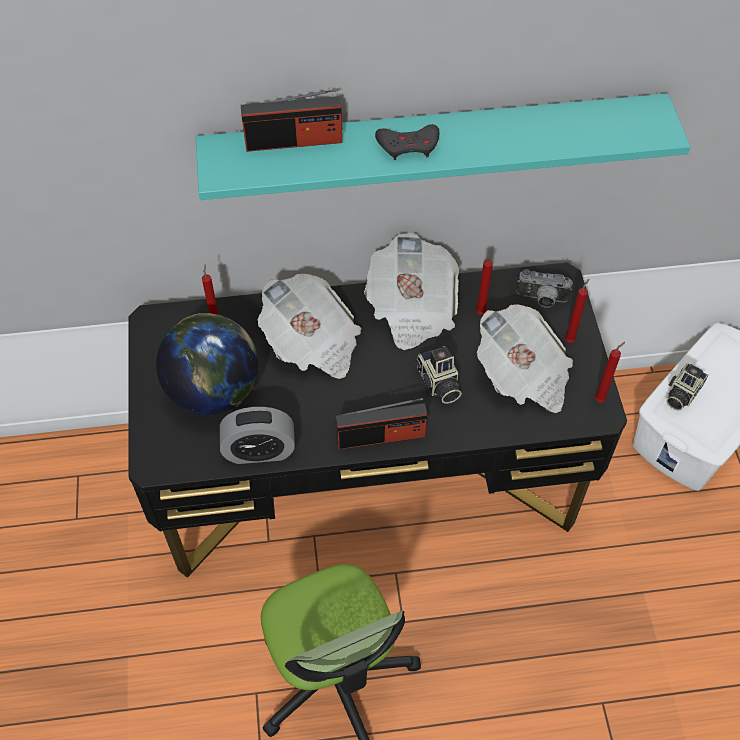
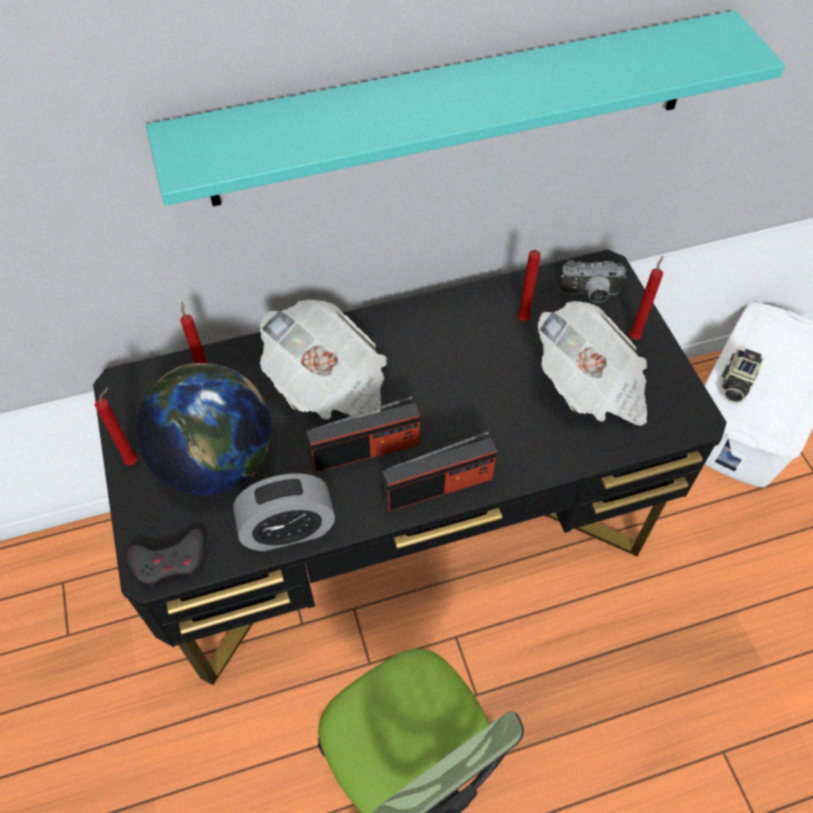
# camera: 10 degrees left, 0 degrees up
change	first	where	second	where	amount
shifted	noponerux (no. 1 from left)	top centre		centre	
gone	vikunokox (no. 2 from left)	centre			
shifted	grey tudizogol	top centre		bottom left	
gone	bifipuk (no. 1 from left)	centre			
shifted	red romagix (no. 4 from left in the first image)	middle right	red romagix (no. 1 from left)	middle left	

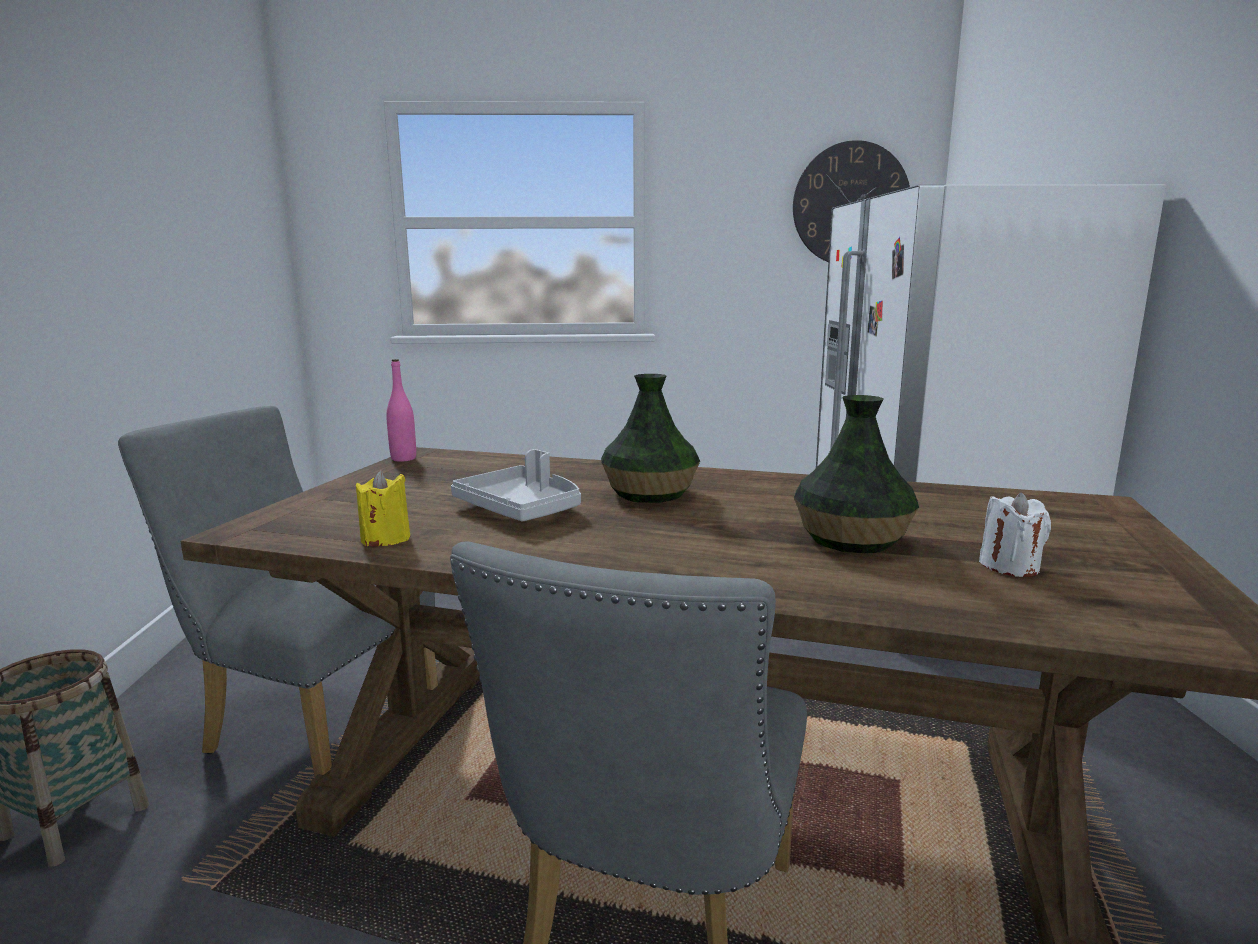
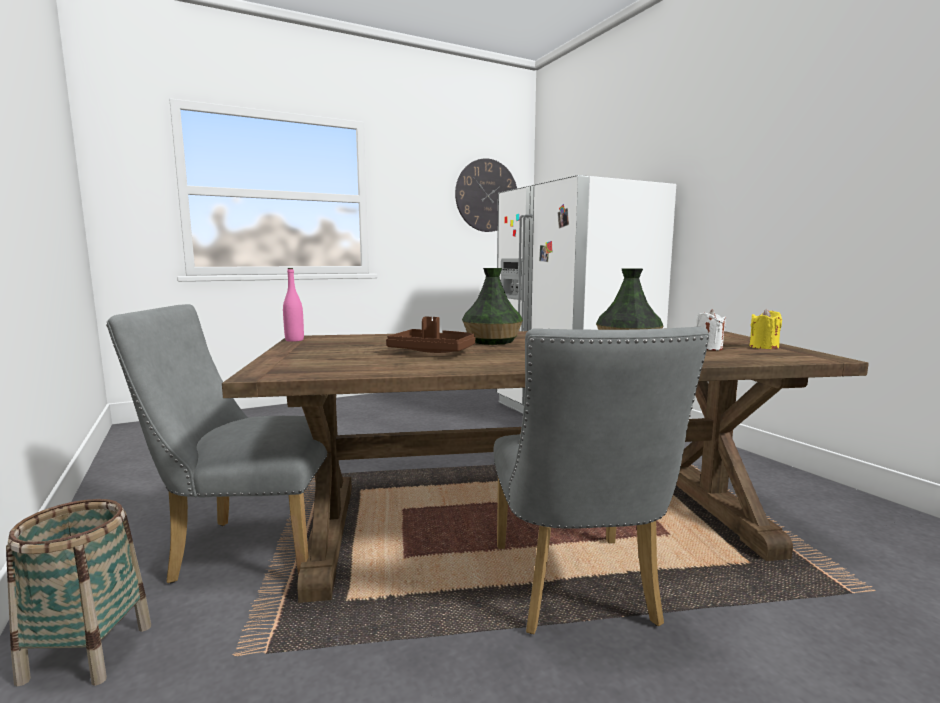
# camera: 25 degrees left, 5 degrees down
change	first	where	second	where	amount
shifted	yellow romagix	middle left		middle right	
repainted	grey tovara	centre	brown tovara	centre	

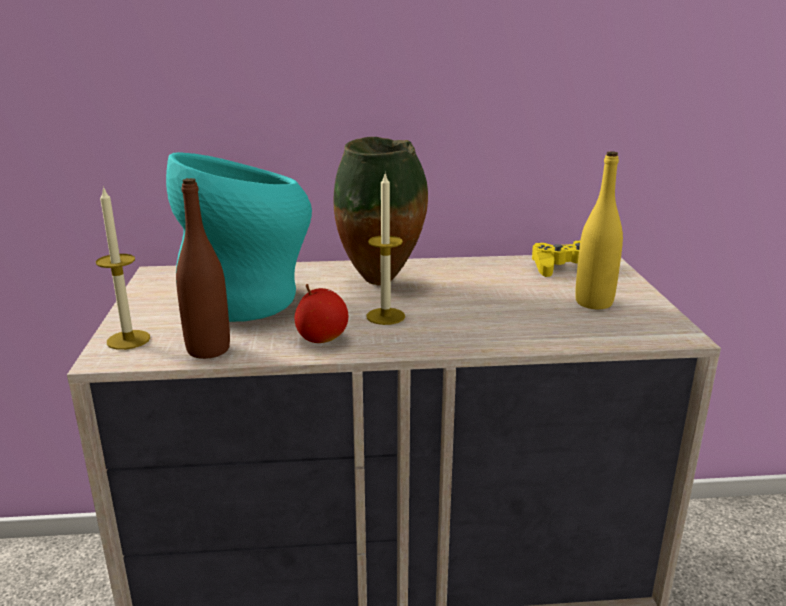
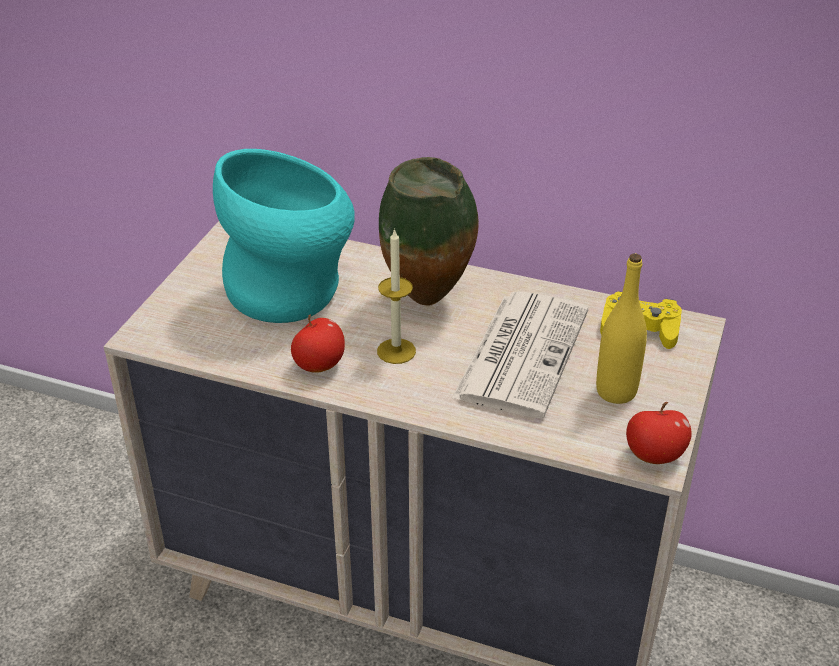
# camera: 25 degrees right, 15 degrees up
change	first	where	second	where	amount
gone	romagix (no. 1 from left)	middle left			
gone	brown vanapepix	middle left			
new			vikunokox	centre	
new			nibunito (no. 2 from left)	middle right	

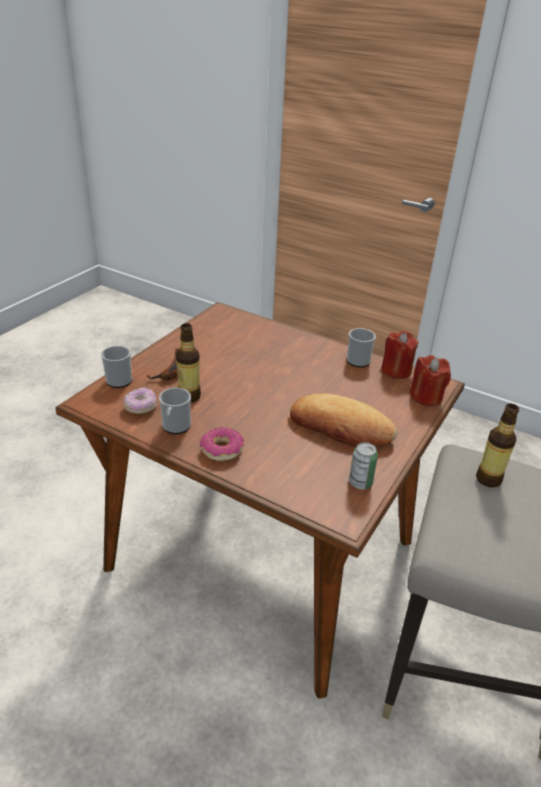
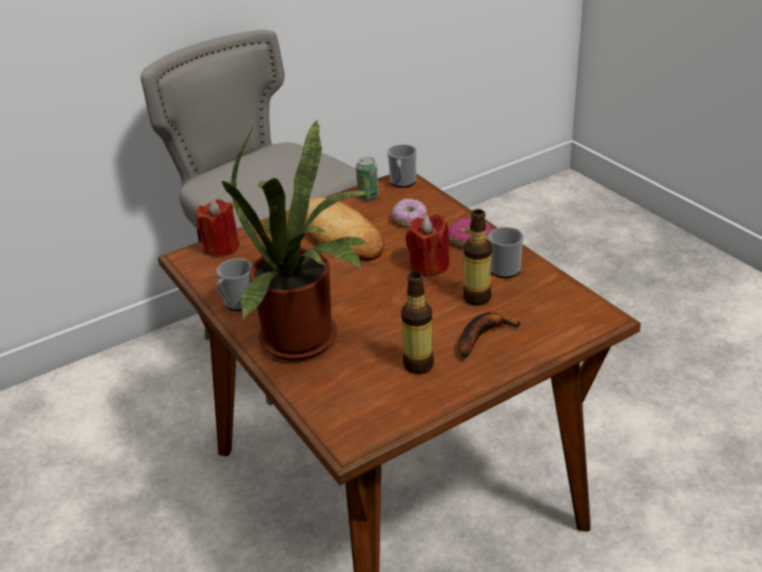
# camera: 150 degrees left, 0 degrees up
change	first	where	second	where	amount
shifted	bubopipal (no. 1 from left in the first image)	middle left	bubopipal (no. 2 from left)	top centre	
shifted	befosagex (no. 1 from left)	middle left		centre	
shifted	red romagix (no. 1 from left in the first image)	middle right	red romagix (no. 2 from left)	centre	
shifted	vanapepix (no. 2 from left in the first image)	middle right	vanapepix (no. 1 from left)	centre	
new			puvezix	centre	

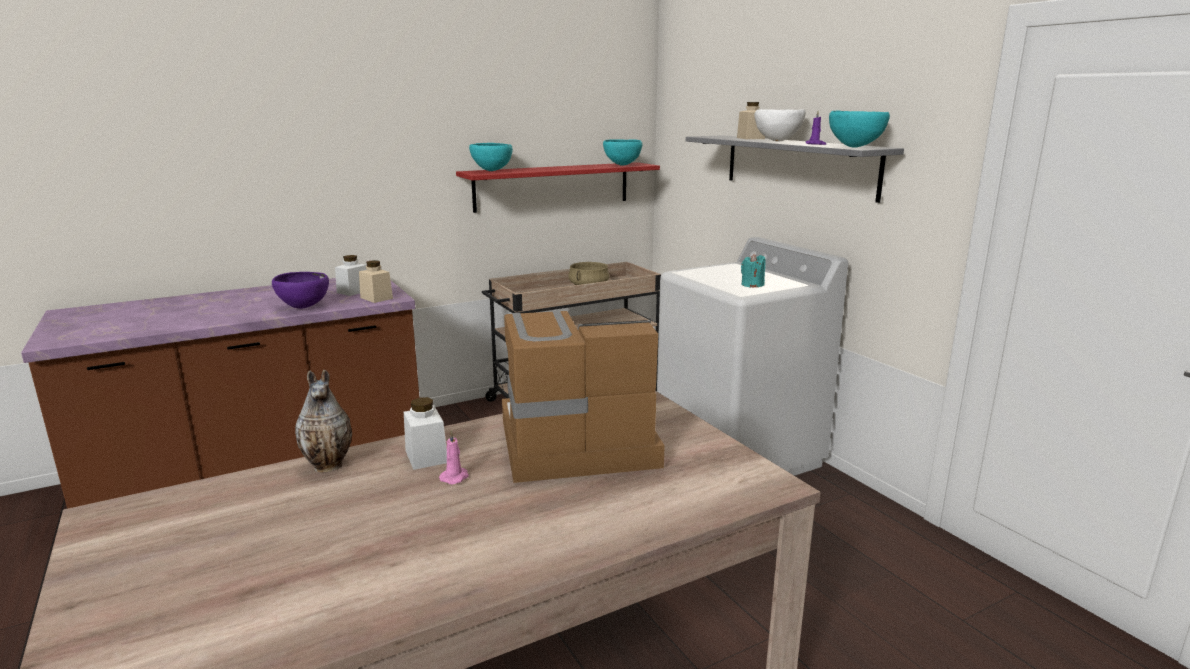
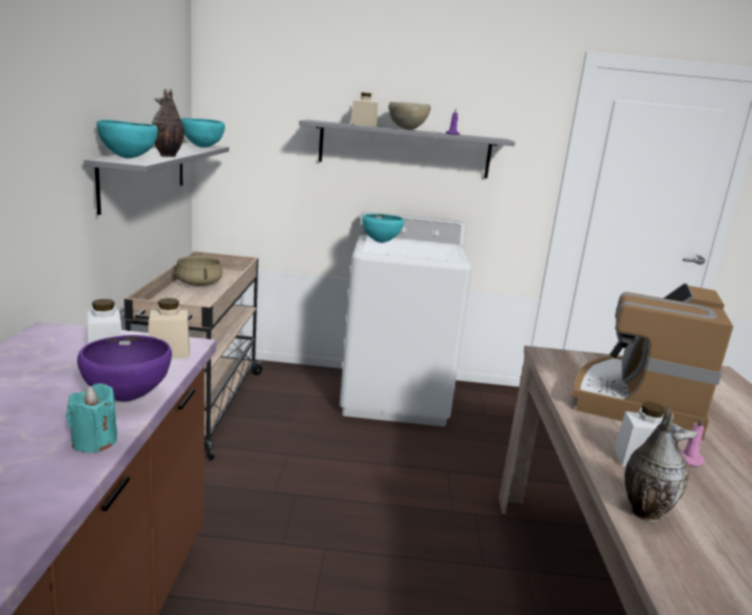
# camera: 60 degrees left, 0 degrees up
change	first	where	second	where	amount
repainted	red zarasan	top centre	grey zarasan (no. 1 from left)	top left	
shifted	turquoise romagix	centre		bottom left	
repainted	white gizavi	top centre	brown gizavi	top centre	
shifted	turquoise gizavi (no. 3 from left)	top right		centre	
new			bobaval (no. 1 from left)	top left	

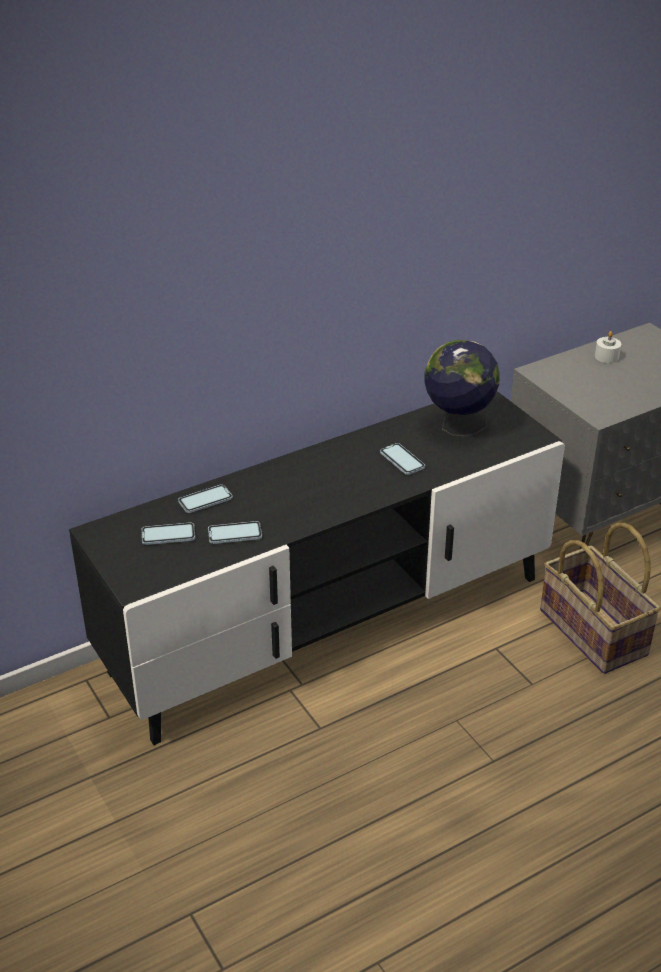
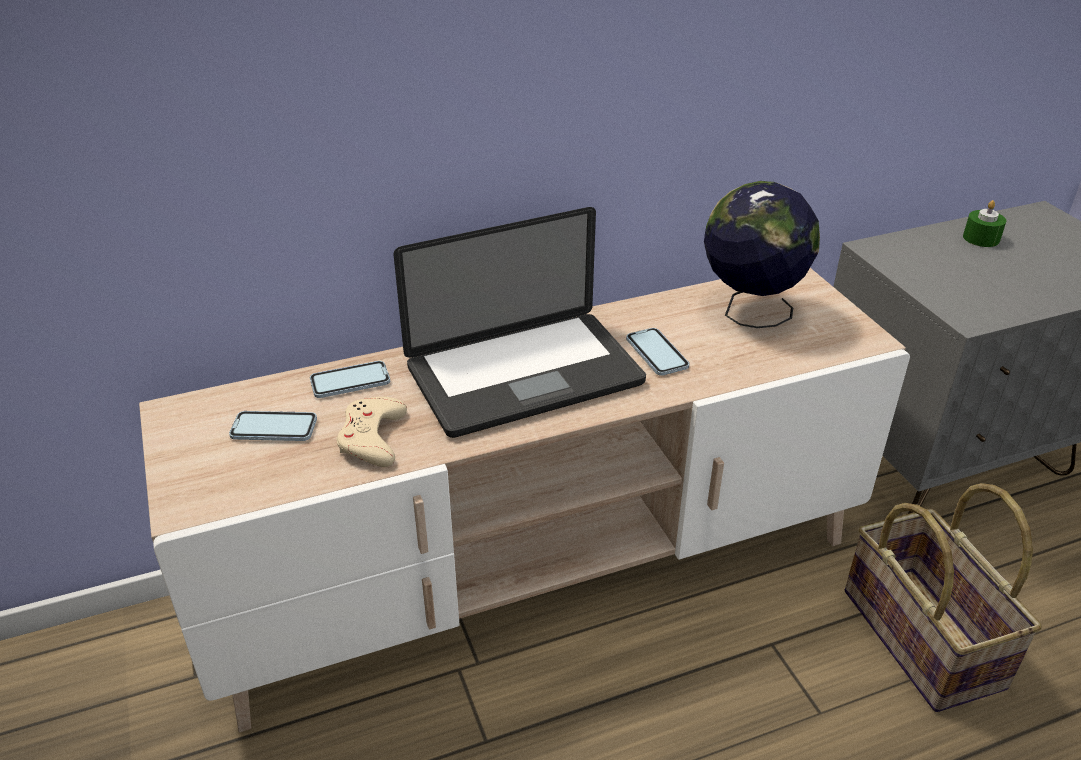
# camera: 10 degrees right, 0 degrees up
change	first	where	second	where	amount
repainted	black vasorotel	centre	beige vasorotel	centre	
swapped	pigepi (no. 3 from left)	centre	beige tudizogol	centre	
repainted	white romagix	middle right	green romagix	top right	
new			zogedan	centre	

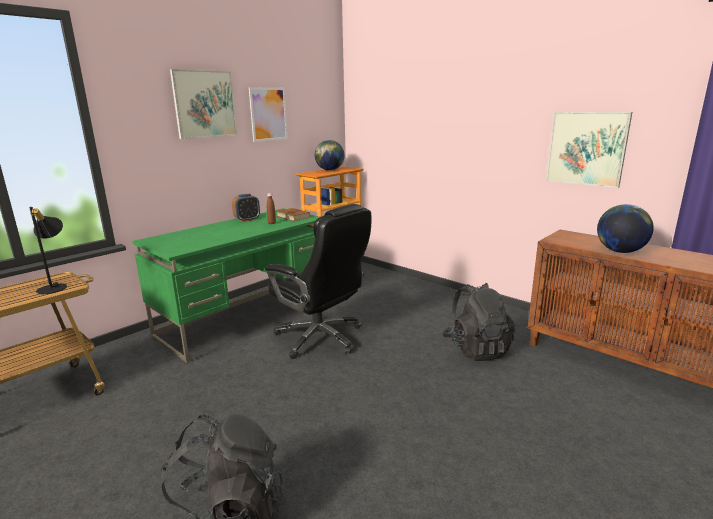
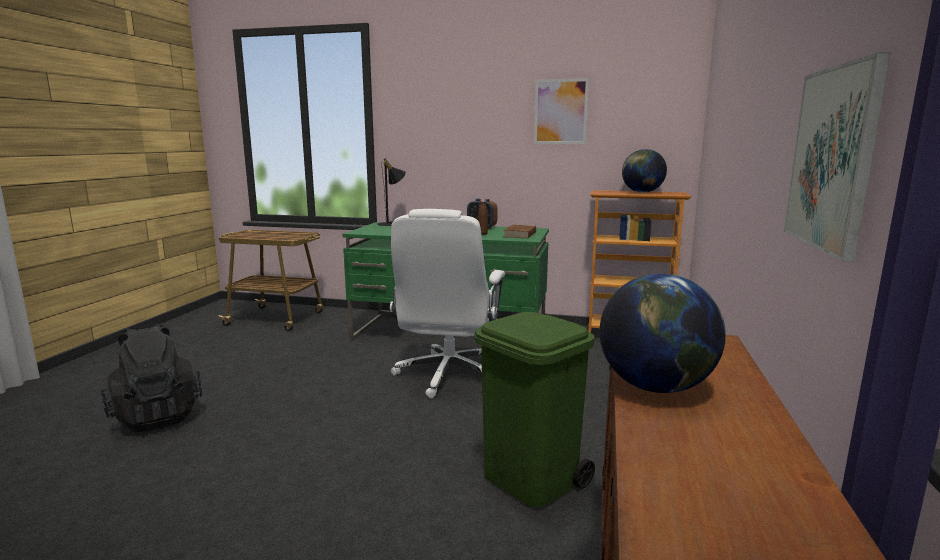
# camera: 60 degrees right, 5 degrees down
change	first	where	second	where	amount
shifted	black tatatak	middle left		centre	
gone	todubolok (no. 1 from left)	top left			
repainted	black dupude	centre	white dupude	centre	
swapped	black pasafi (no. 2 from left)	middle right	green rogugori	bottom centre	

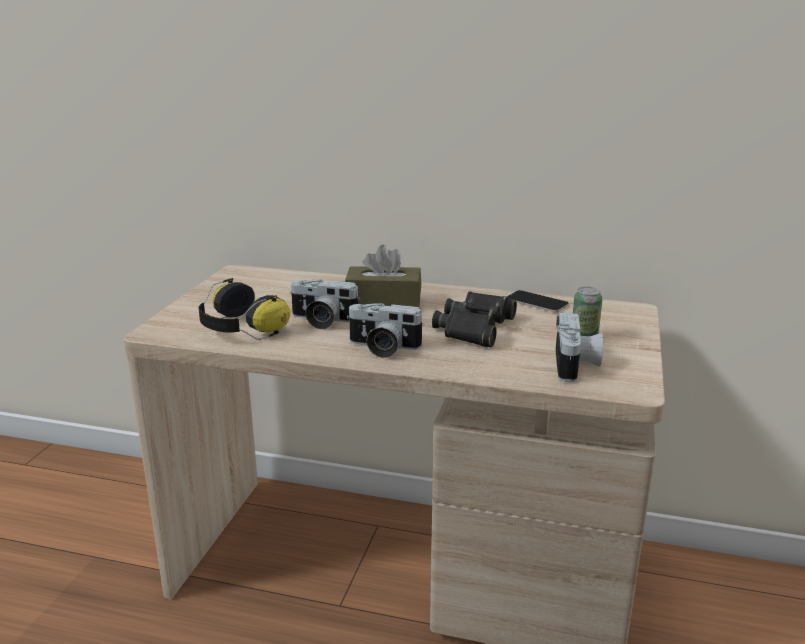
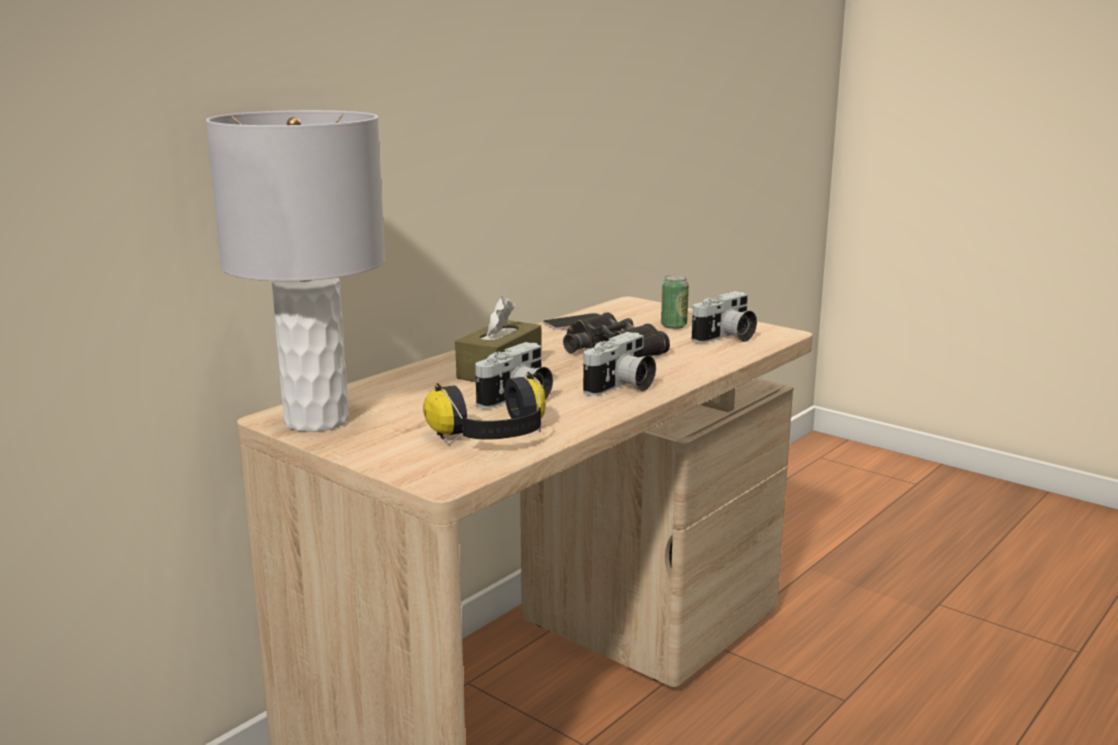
# camera: 65 degrees left, 5 degrees down
change	first	where	second	where	amount
rotated	bifipuk (no. 3 from left)	middle right		centre	105 degrees clockwise
new			grey tatatak	middle left	

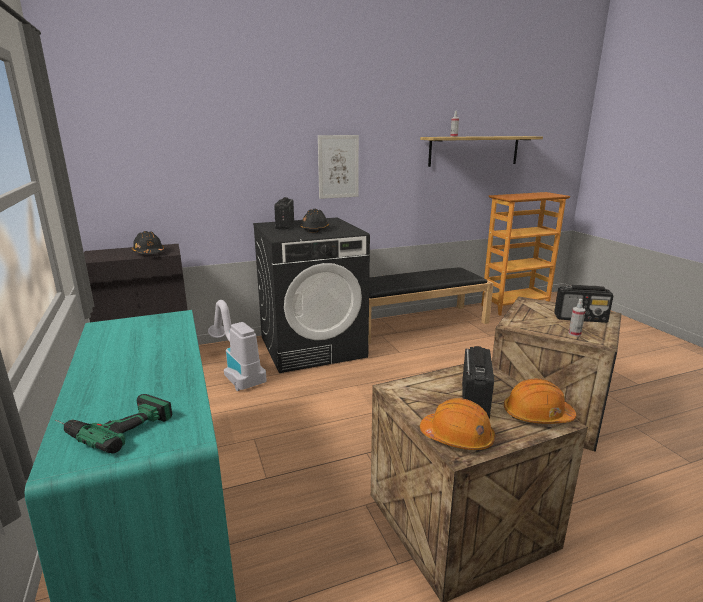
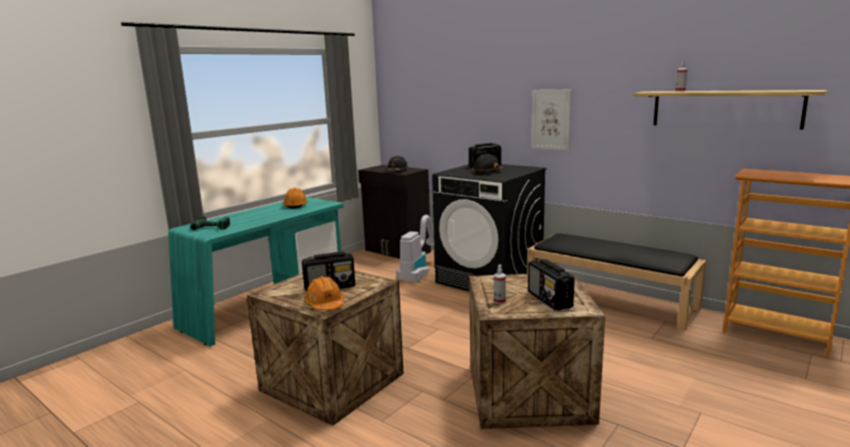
# camera: 60 degrees right, 5 degrees down
change	first	where	second	where	amount
shifted	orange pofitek (no. 1 from left)	bottom centre		centre	

